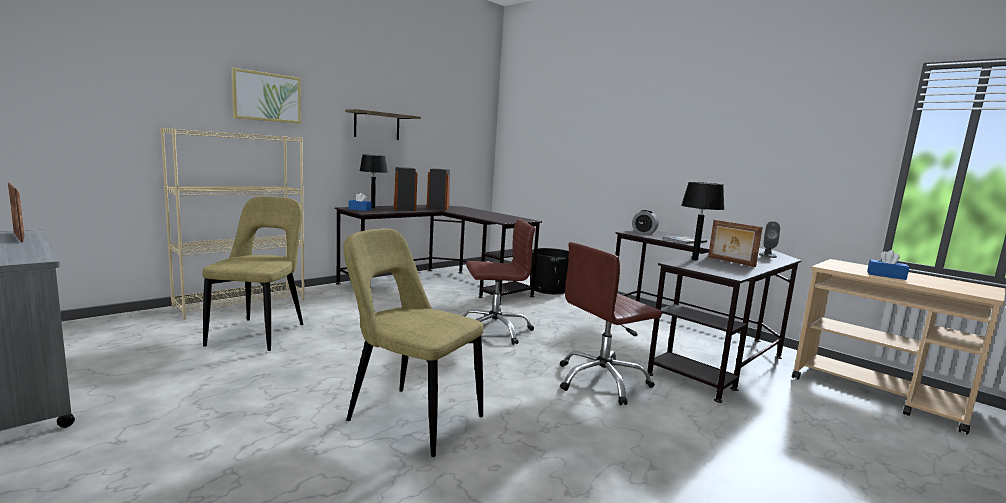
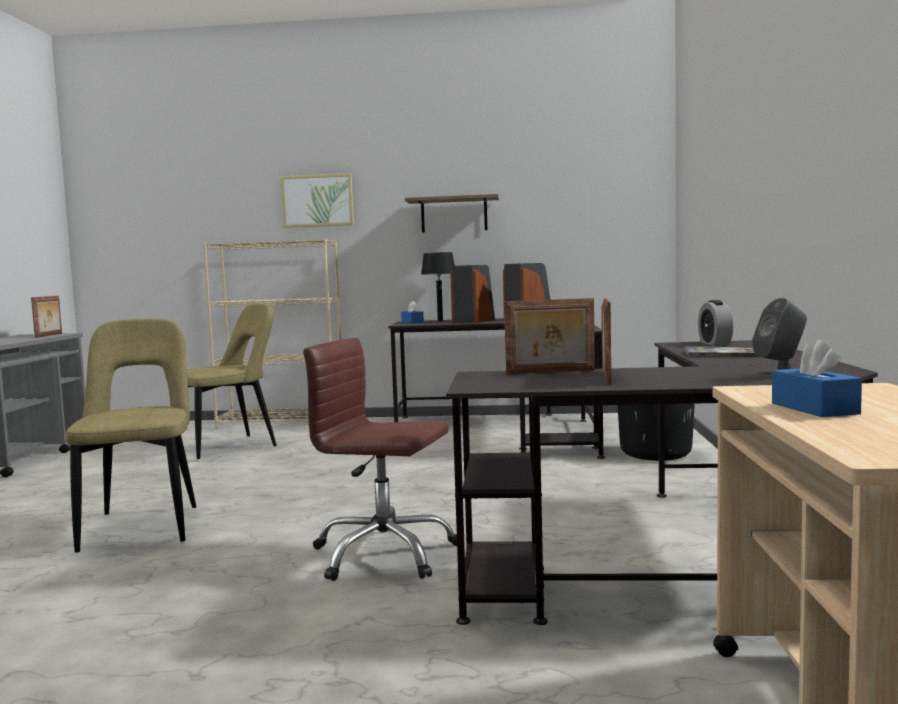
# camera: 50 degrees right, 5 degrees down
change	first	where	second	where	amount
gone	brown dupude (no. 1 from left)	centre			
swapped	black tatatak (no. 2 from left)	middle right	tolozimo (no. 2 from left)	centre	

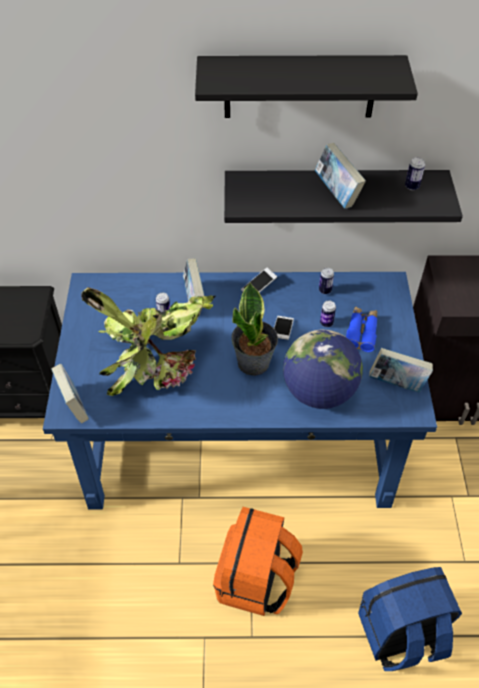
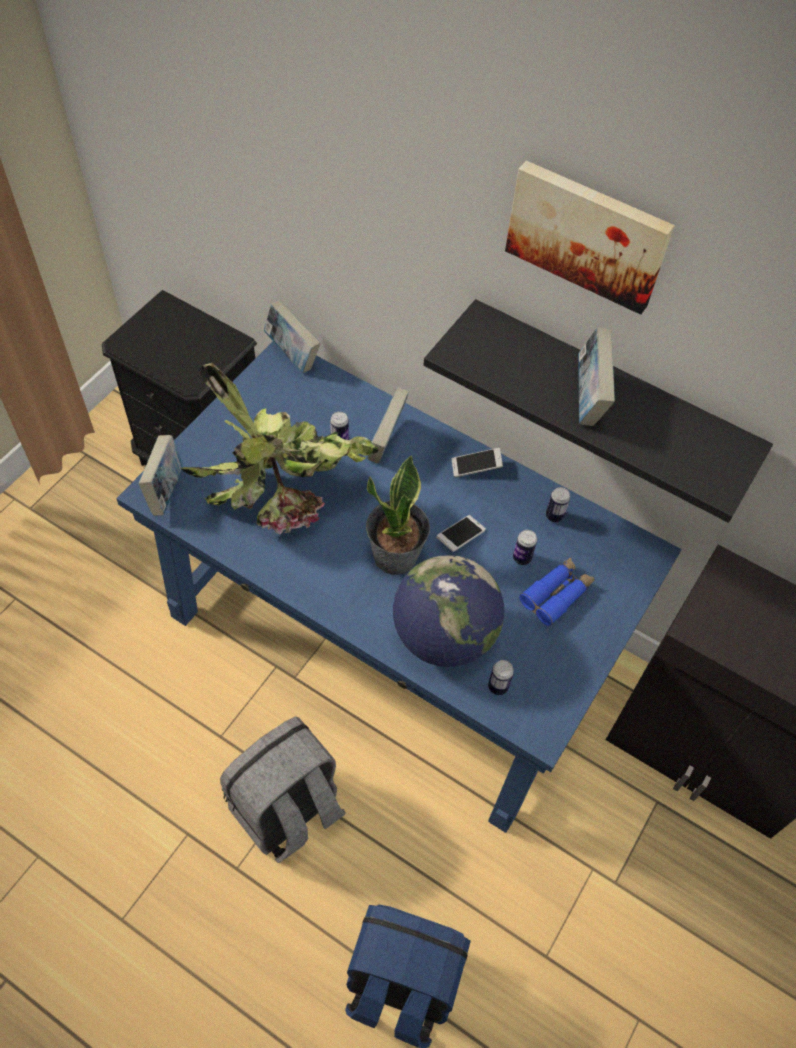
# camera: 30 degrees right, 5 degrees up
change	first	where	second	where	amount
swapped	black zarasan (no. 1 from left)	top centre	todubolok	top right	
repainted	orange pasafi	bottom centre	grey pasafi	bottom centre	
shifted	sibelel (no. 4 from left in the first image)	middle right	sibelel (no. 2 from left)	top centre	
shifted	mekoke (no. 4 from left in the first image)	top right	mekoke (no. 2 from left)	centre	

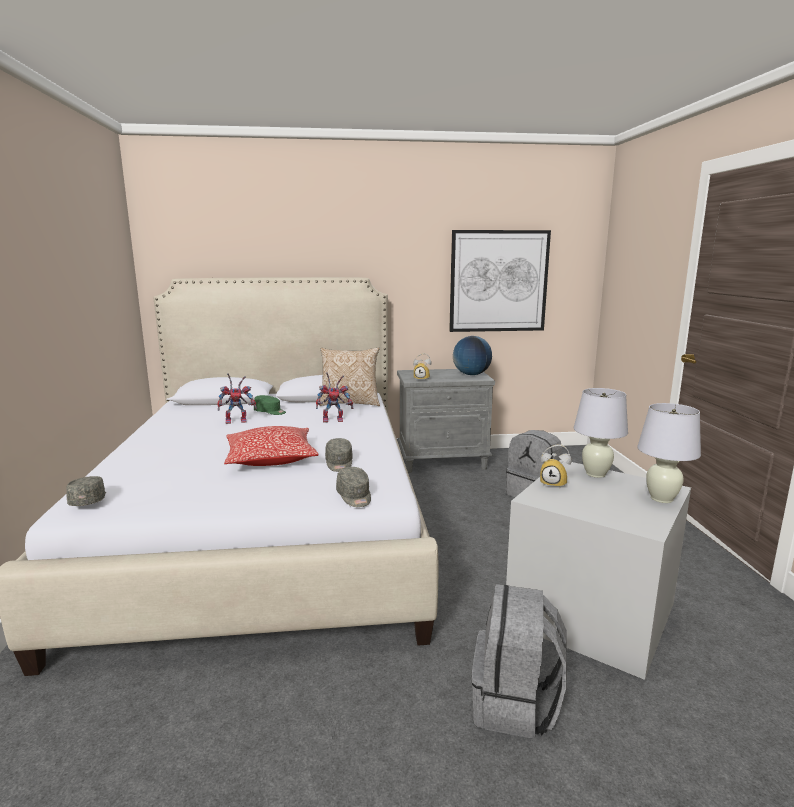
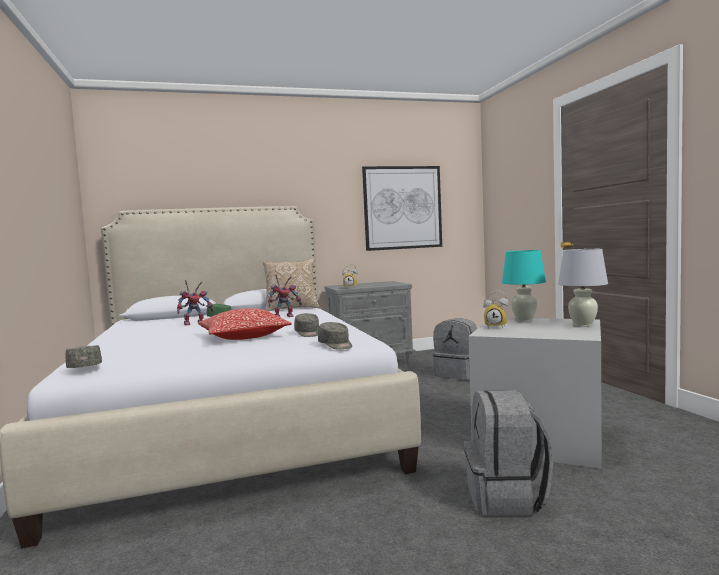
# camera: 10 degrees left, 10 degrees down
change	first	where	second	where	amount
gone	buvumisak	centre			
repainted	white tatatak (no. 1 from left)	middle right	turquoise tatatak	middle right	

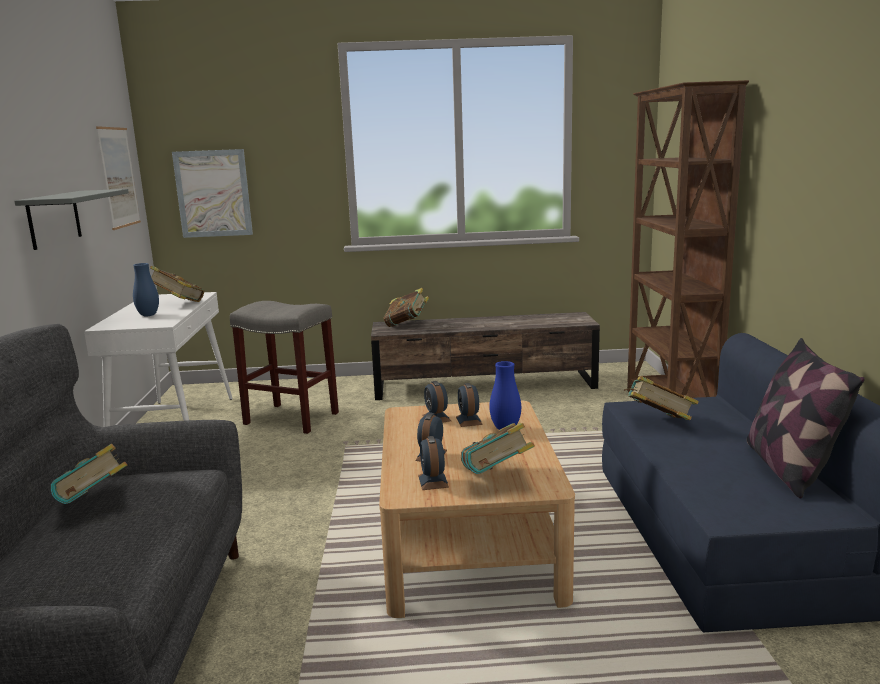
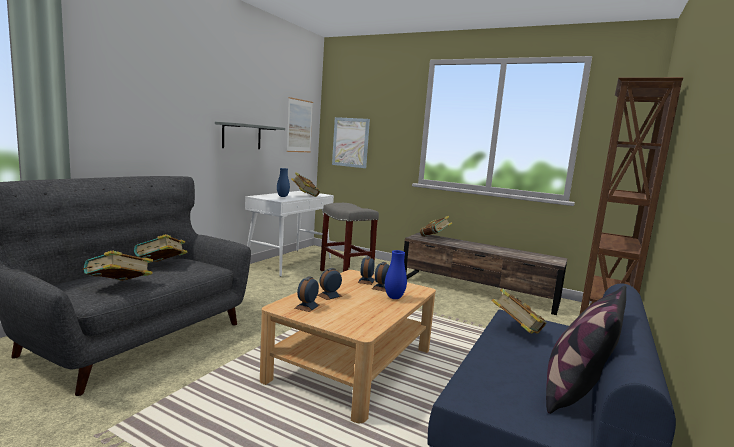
# camera: 30 degrees right, 5 degrees down
change	first	where	second	where	amount
shifted	sibelel (no. 4 from left in the first image)	centre	sibelel (no. 1 from left)	middle left	

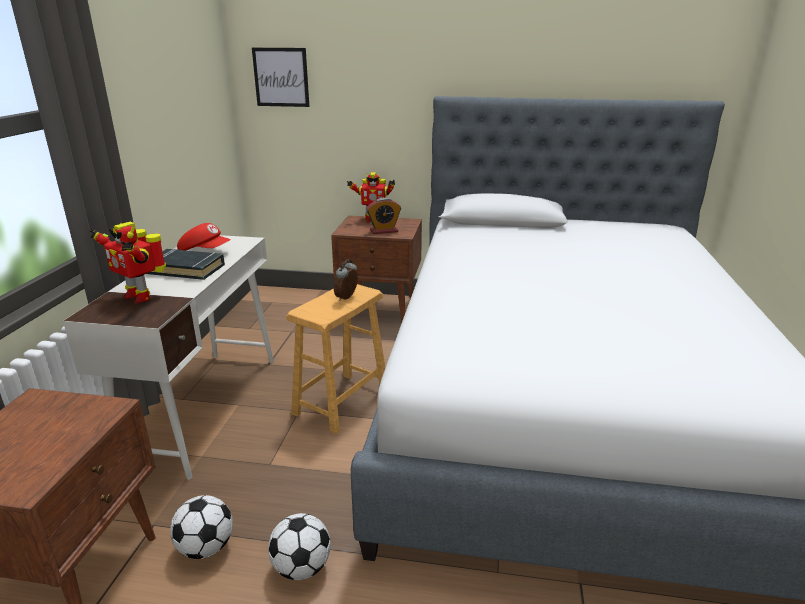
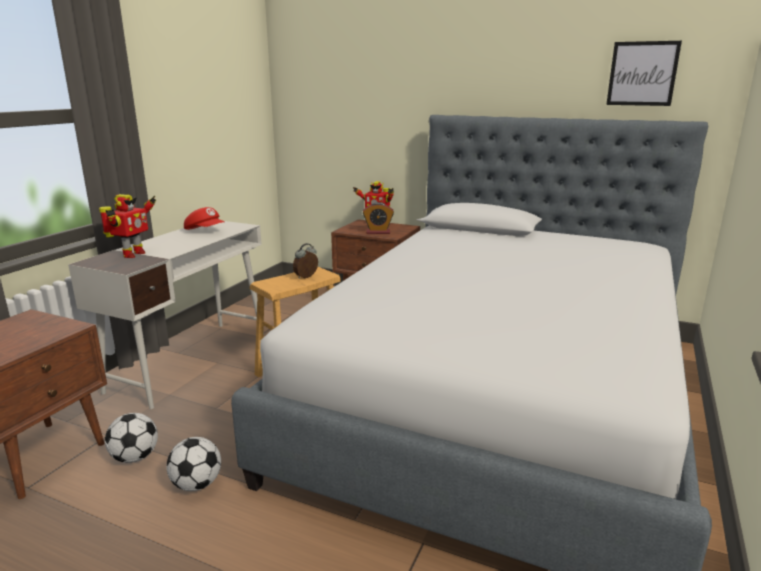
# camera: 15 degrees right, 5 degrees down
change	first	where	second	where	amount
rotated	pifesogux (no. 1 from left)	middle left		middle left	120 degrees counterclockwise
gone	black sibelel	middle left			
shifted	todubolok	top centre		top right	

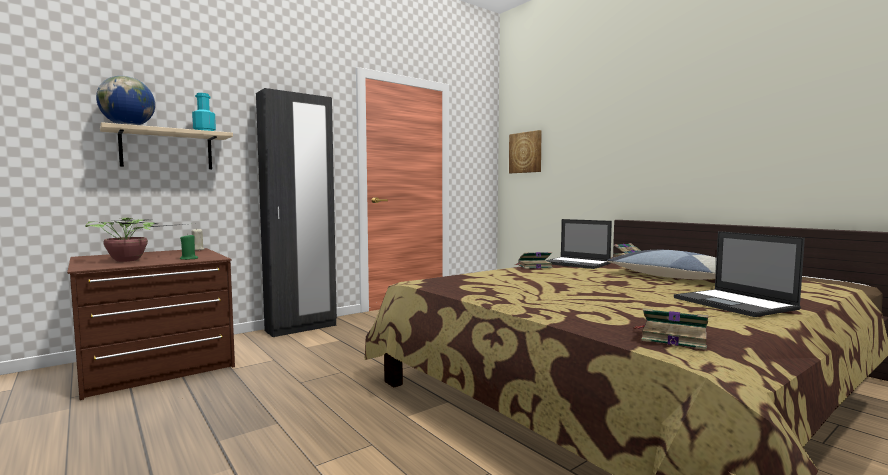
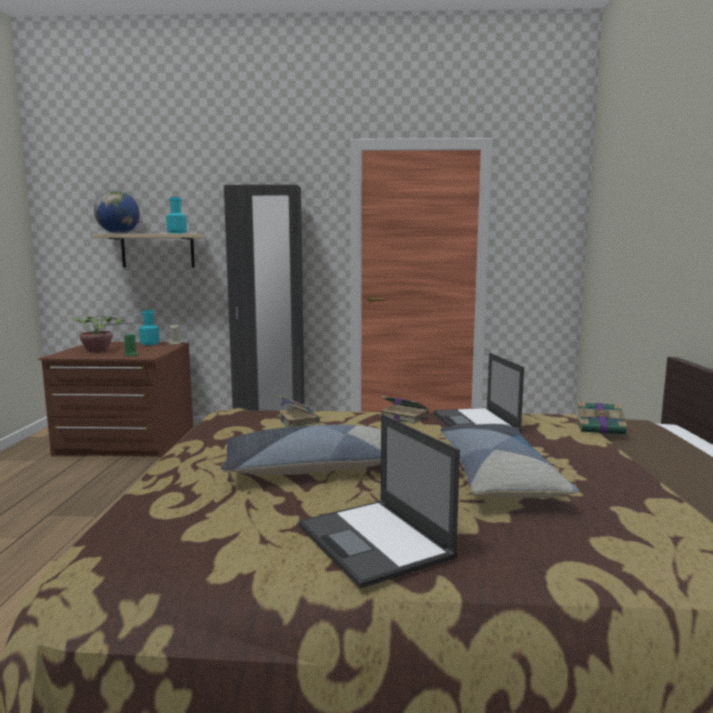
# camera: 40 degrees right, 5 degrees up
change	first	where	second	where	amount
gone	todubolok	top centre			
shifted	sibelel (no. 3 from left in the first image)	bottom right	sibelel (no. 1 from left)	centre	
rotated	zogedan (no. 2 from left in the first image)	middle right	zogedan (no. 1 from left)	bottom centre	45 degrees counterclockwise
new			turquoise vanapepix (no. 1 from left)	middle left	
new			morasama (no. 1 from left)	centre	

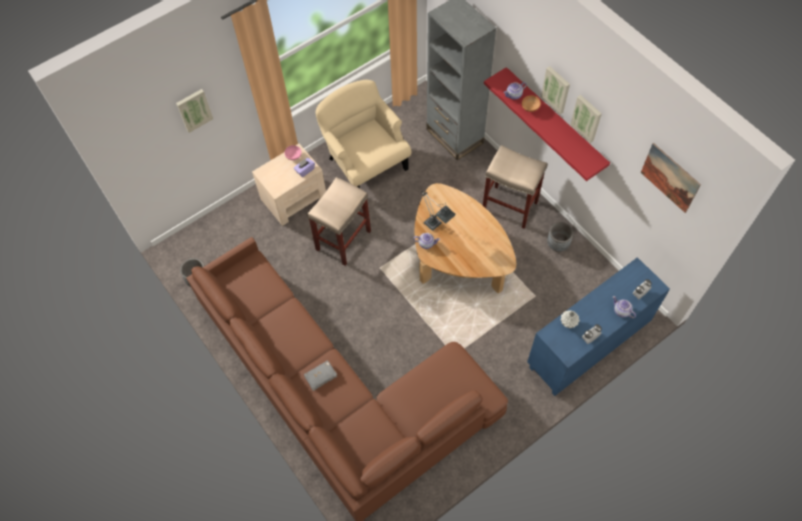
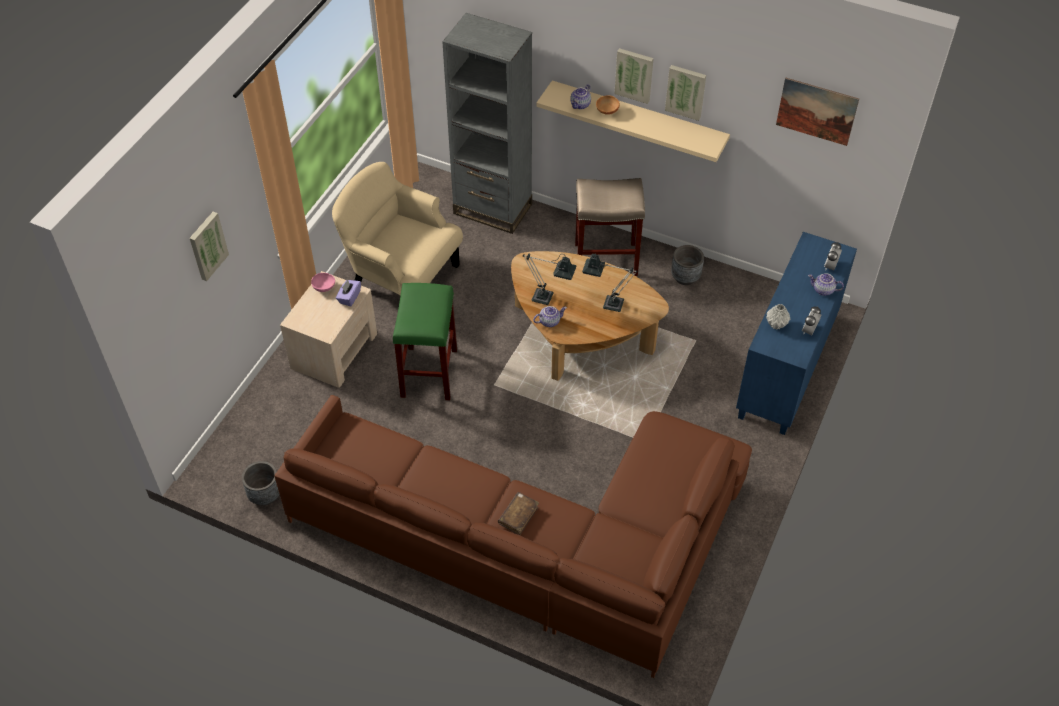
# camera: 30 degrees left, 10 degrees down
change	first	where	second	where	amount
repainted	grey sibelel	bottom centre	brown sibelel	bottom centre	
repainted	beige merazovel (no. 1 from left)	centre	green merazovel	centre	
repainted	red zarasan	top right	beige zarasan	top centre	
new			tatatak (no. 2 from left)	centre	

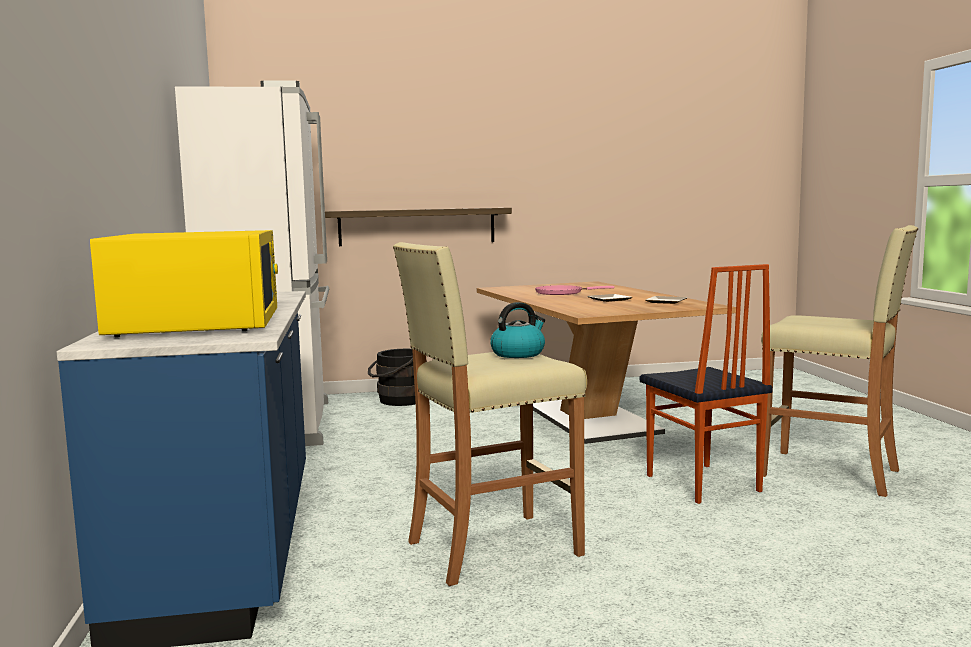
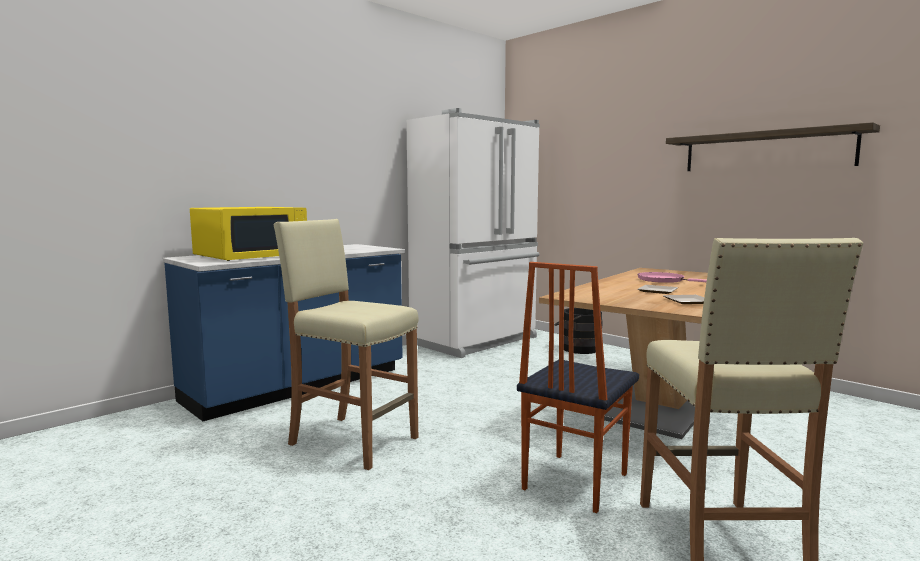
# camera: 55 degrees right, 0 degrees up
change	first	where	second	where	amount
shifted	zarasan	centre		top right	
gone	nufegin	centre			

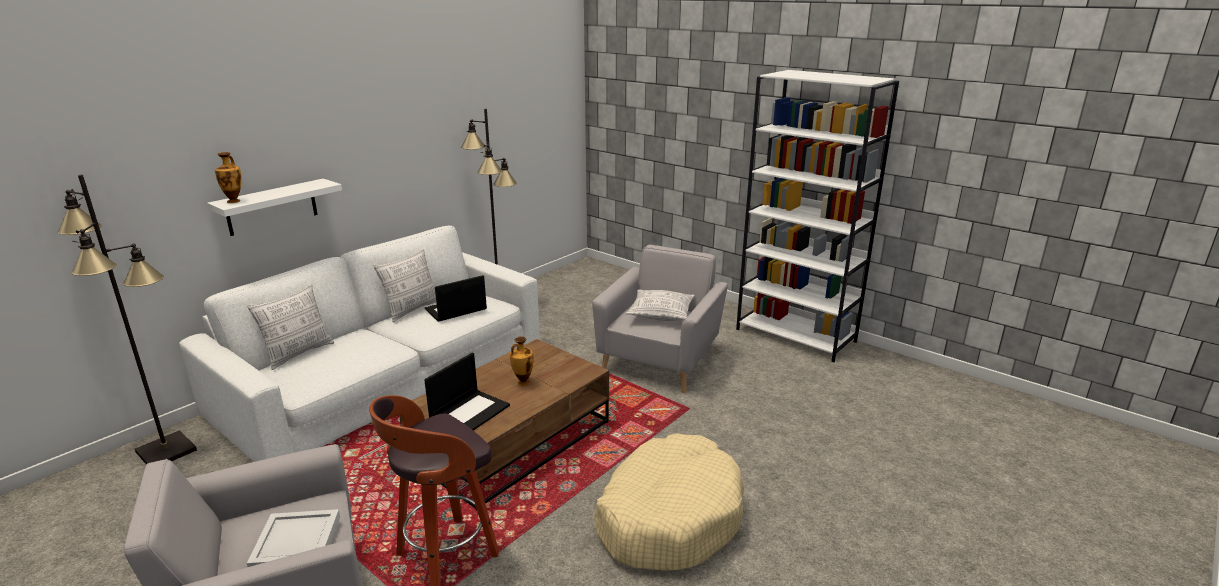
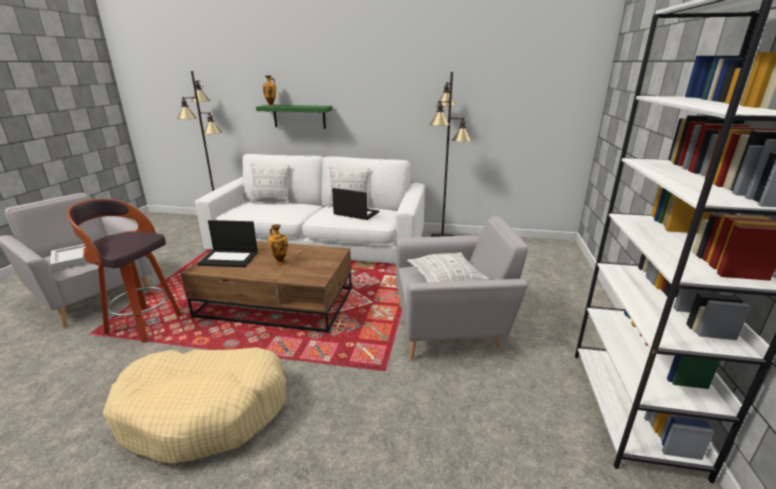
# camera: 60 degrees right, 0 degrees up
change	first	where	second	where	amount
repainted	white zarasan	middle left	green zarasan	top centre	

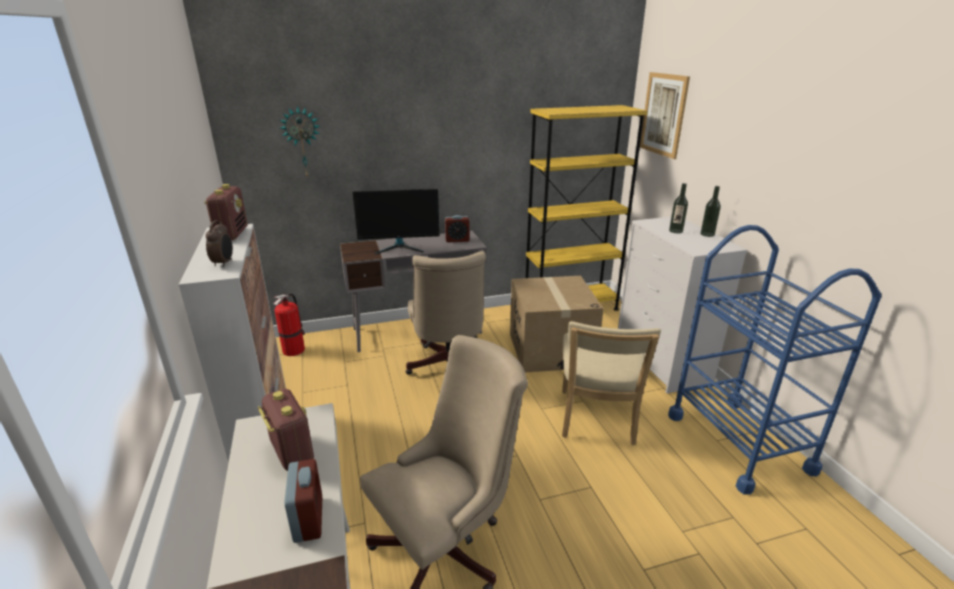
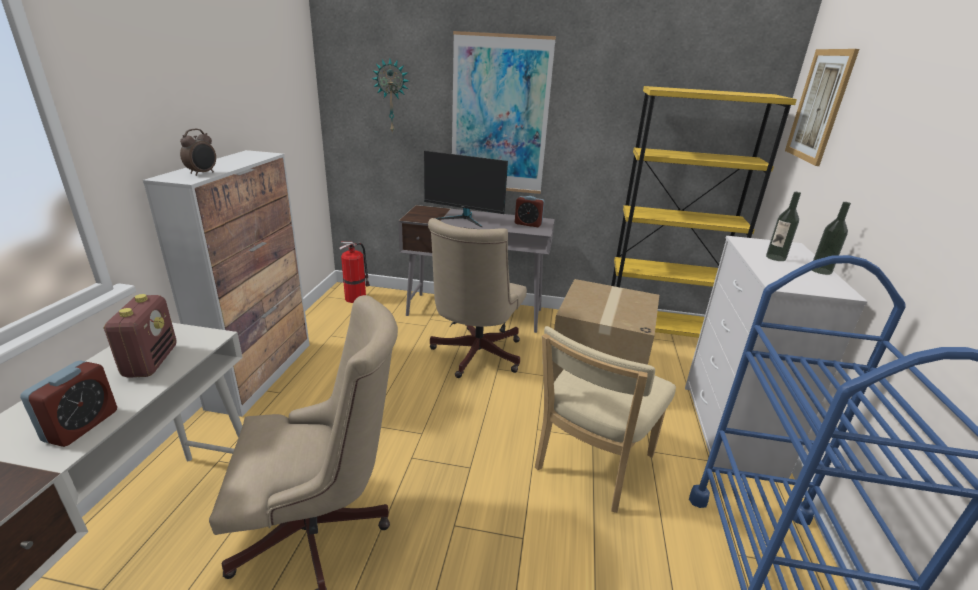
# camera: 25 degrees right, 0 degrees up
change	first	where	second	where	amount
gone	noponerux (no. 1 from left)	middle left			
new			todubolok (no. 1 from left)	top centre	

